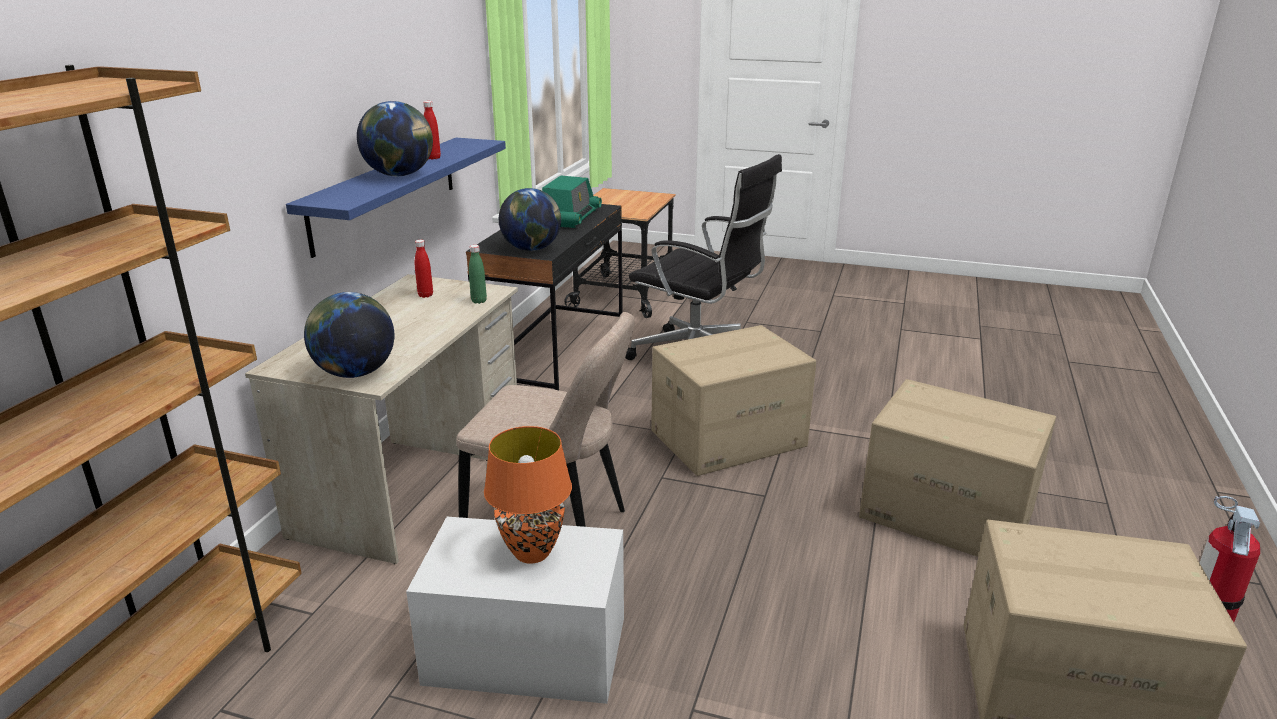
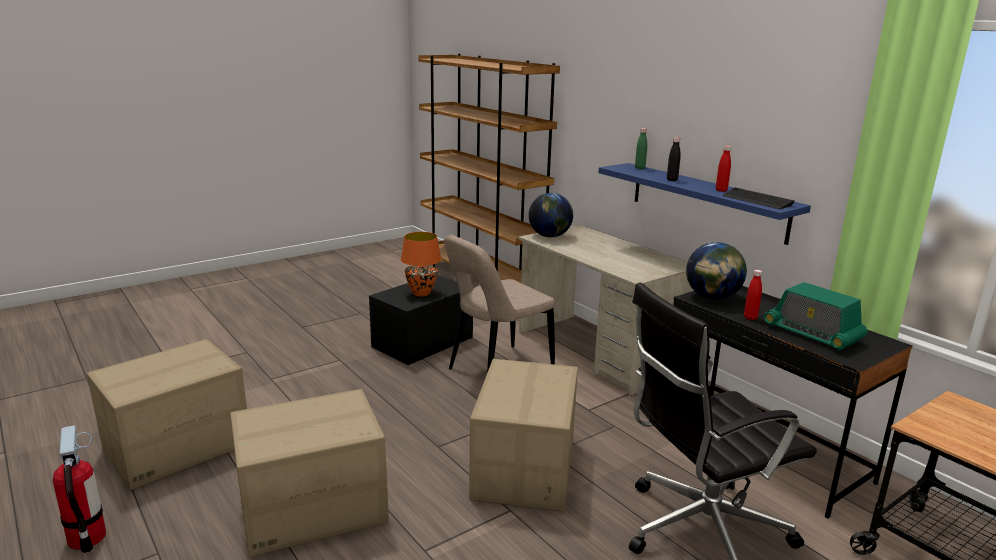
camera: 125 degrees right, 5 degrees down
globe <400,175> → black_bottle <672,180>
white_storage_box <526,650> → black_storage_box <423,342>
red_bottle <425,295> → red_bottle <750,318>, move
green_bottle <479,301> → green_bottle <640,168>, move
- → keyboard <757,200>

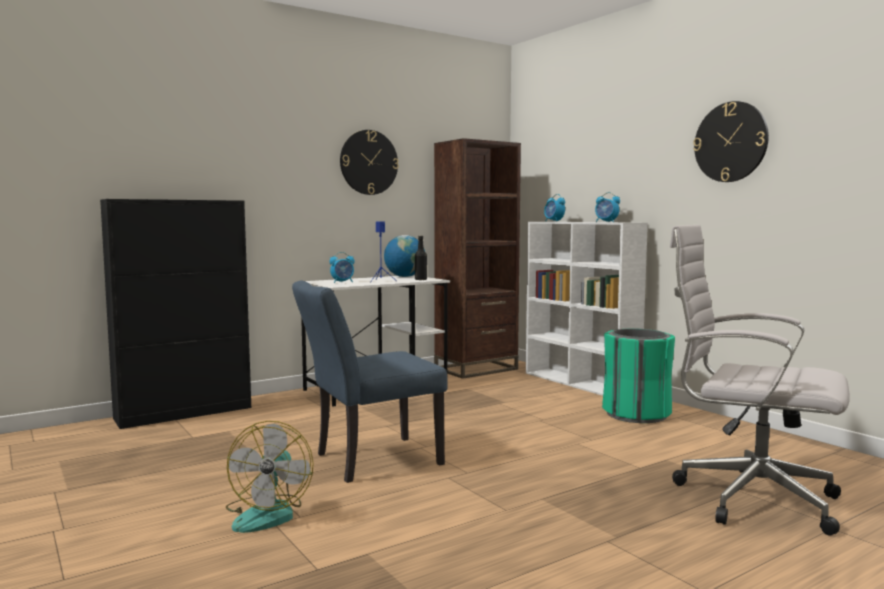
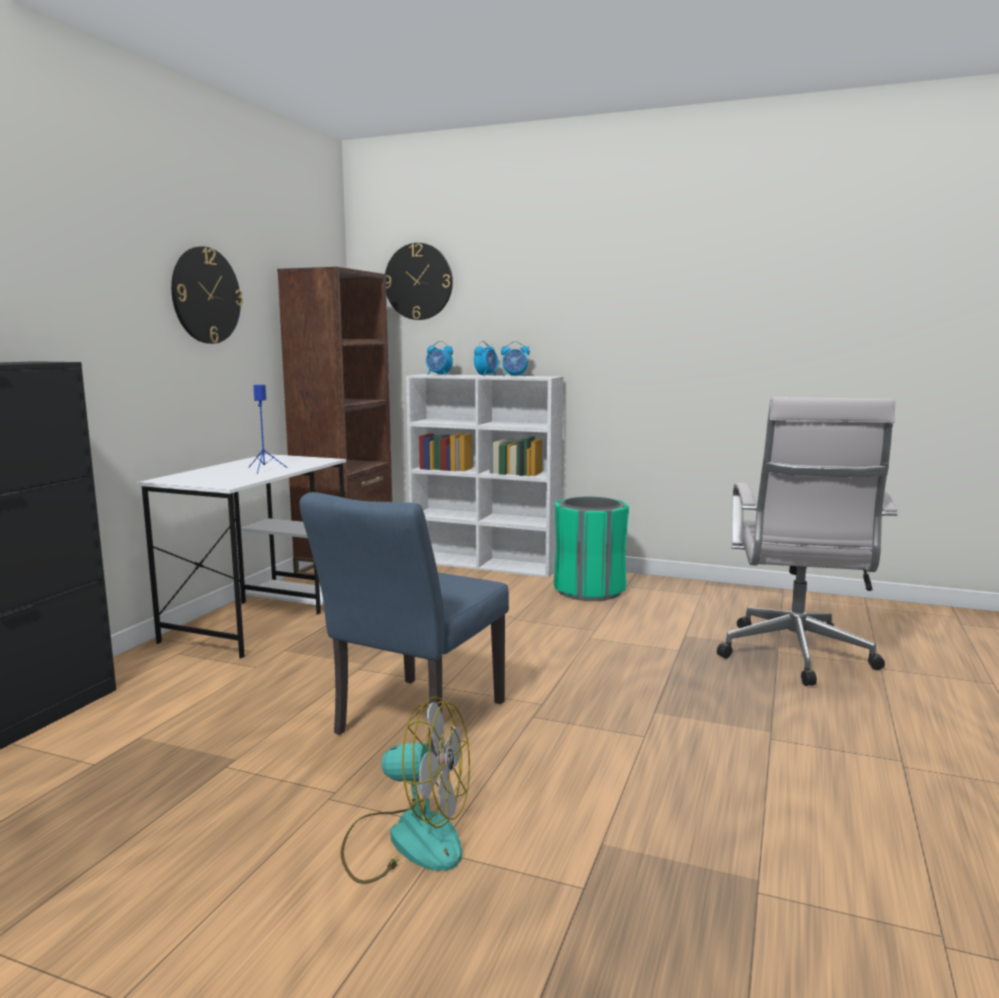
camera: 35 degrees left, 5 degrees up
fan <269,513> → fan <407,840>, 45 degrees counterclockwise
alarm_clock <342,282> → alarm_clock <486,375>, move
globe <405,276> → -
black_bottle <420,280> → -
white_office_chair <748,498> → white_office_chair <795,657>, 75 degrees counterclockwise
wall_clock <730,142> → wall_clock <418,281>, move

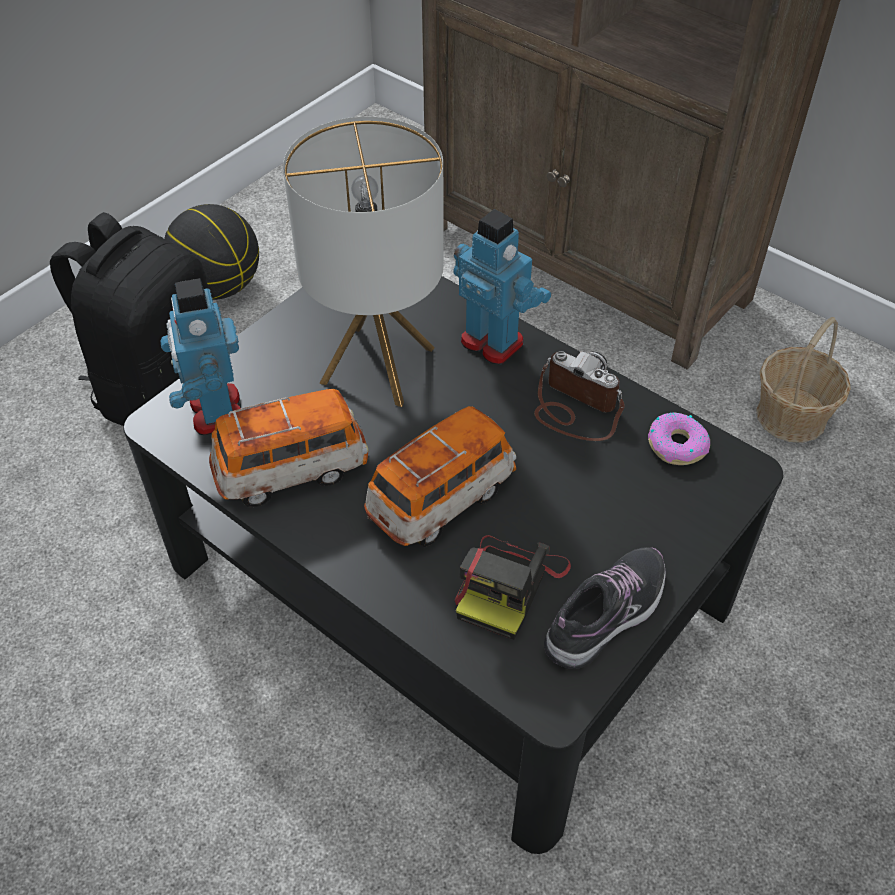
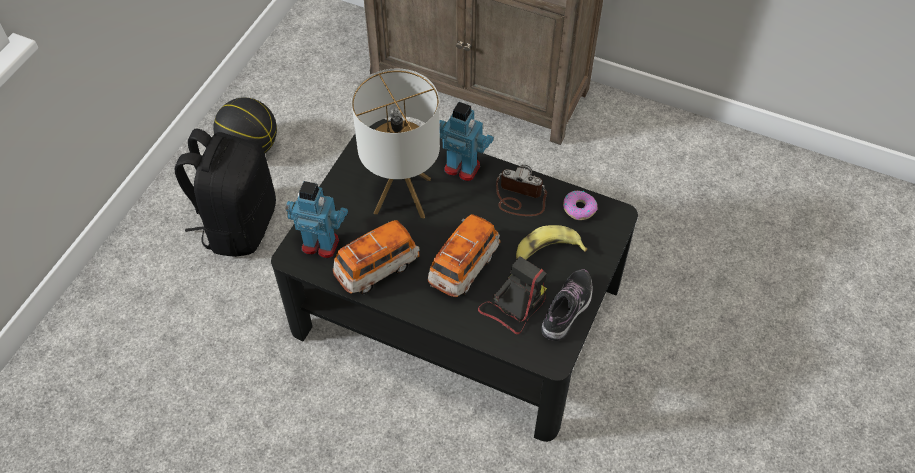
camera: 15 degrees left, 5 degrees up
toy_robot <215,412> → toy_robot <321,244>, 135 degrees clockwise
photo_camera <508,585> → photo_camera <513,305>, 150 degrees counterclockwise
basket <792,416> → -
- → banana <547,251>

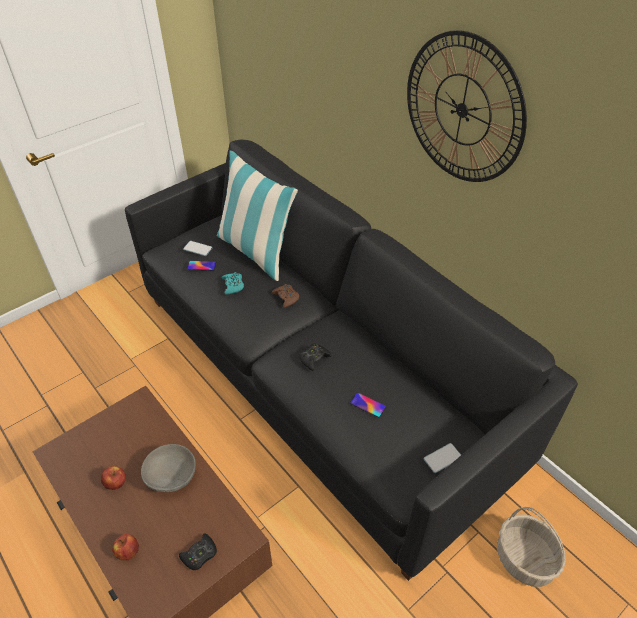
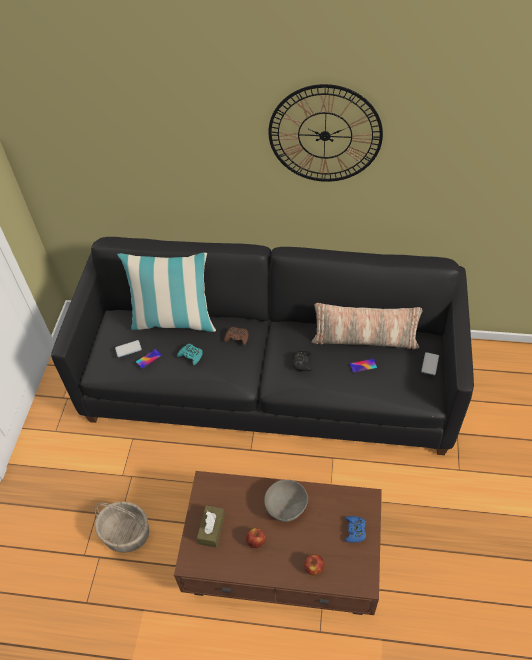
camera: 40 degrees left, 5 degrees up
black_game_controller <200,554> → blue_game_controller <355,530>
basket <525,559> → basket <127,533>, move
- → brown_tissue_box <211,529>
- → pillow <364,339>

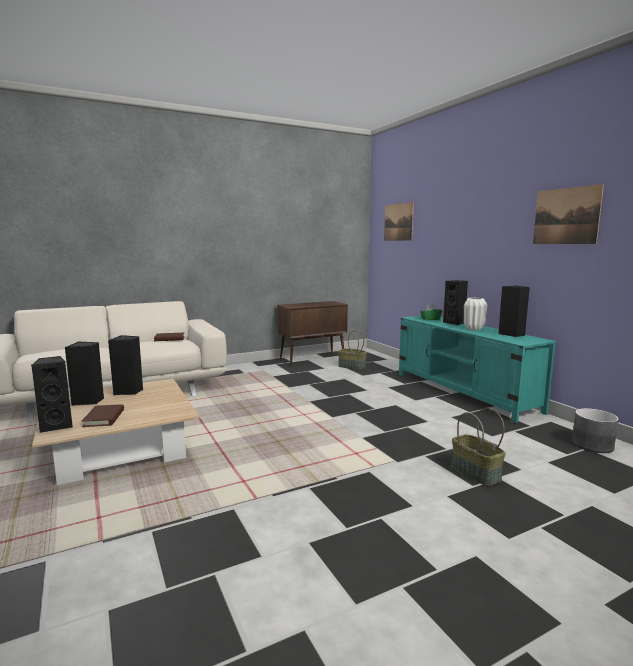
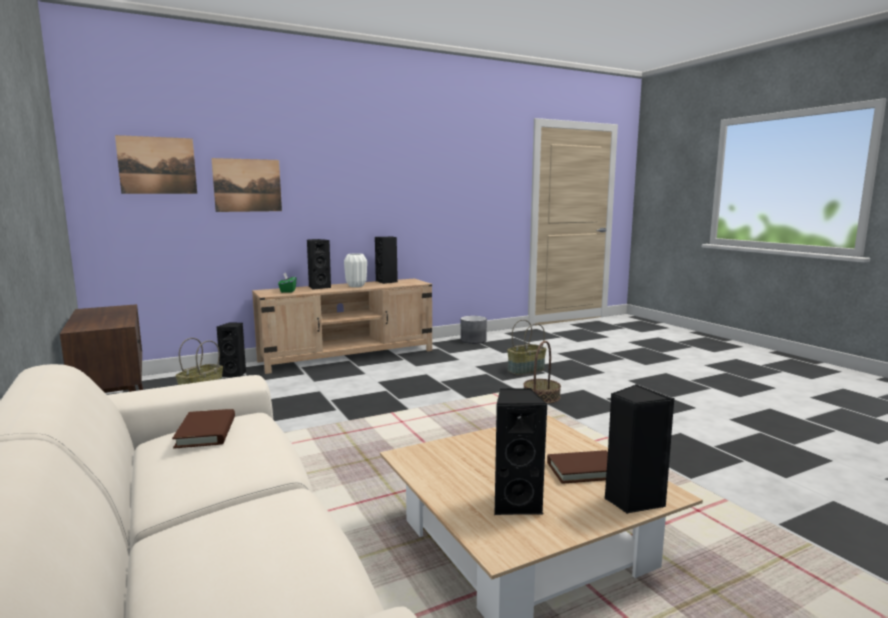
camera: 90 degrees left, 0 degrees up
black_speaker <129,391> → black_speaker <235,374>, move
turquoise_tv_stand <463,392> → beige_tv_stand <348,356>
picture <566,216> → picture <247,185>, move
- → basket <541,396>

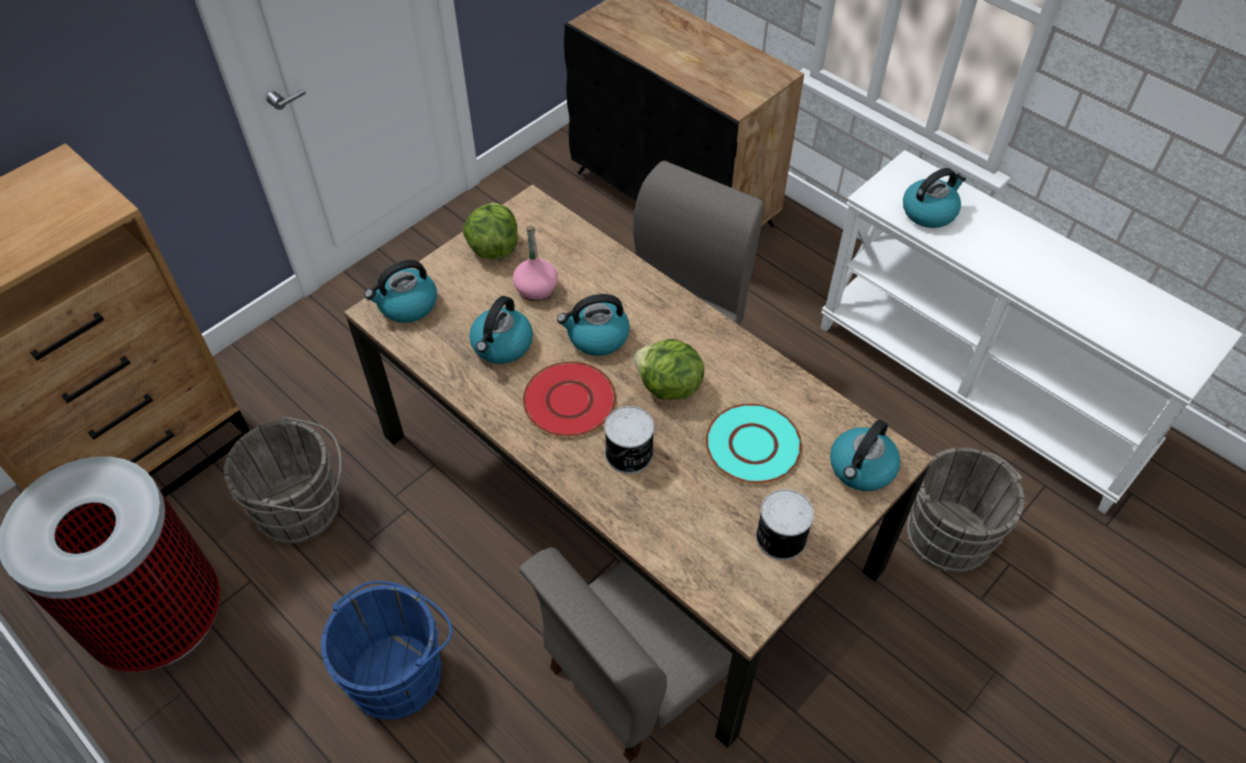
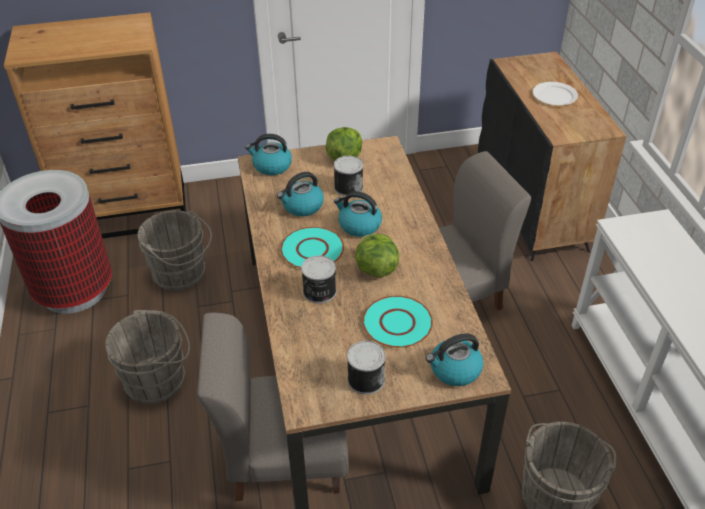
camera: 35 degrees right, 10 degrees down
blue_bucket <400,671> → grey_bucket <159,379>
pink_bottle <536,289> → can <348,187>
red_plate <569,401> → turquoise_plate <312,250>
kettle <929,212> → -
- → white_plate <554,96>

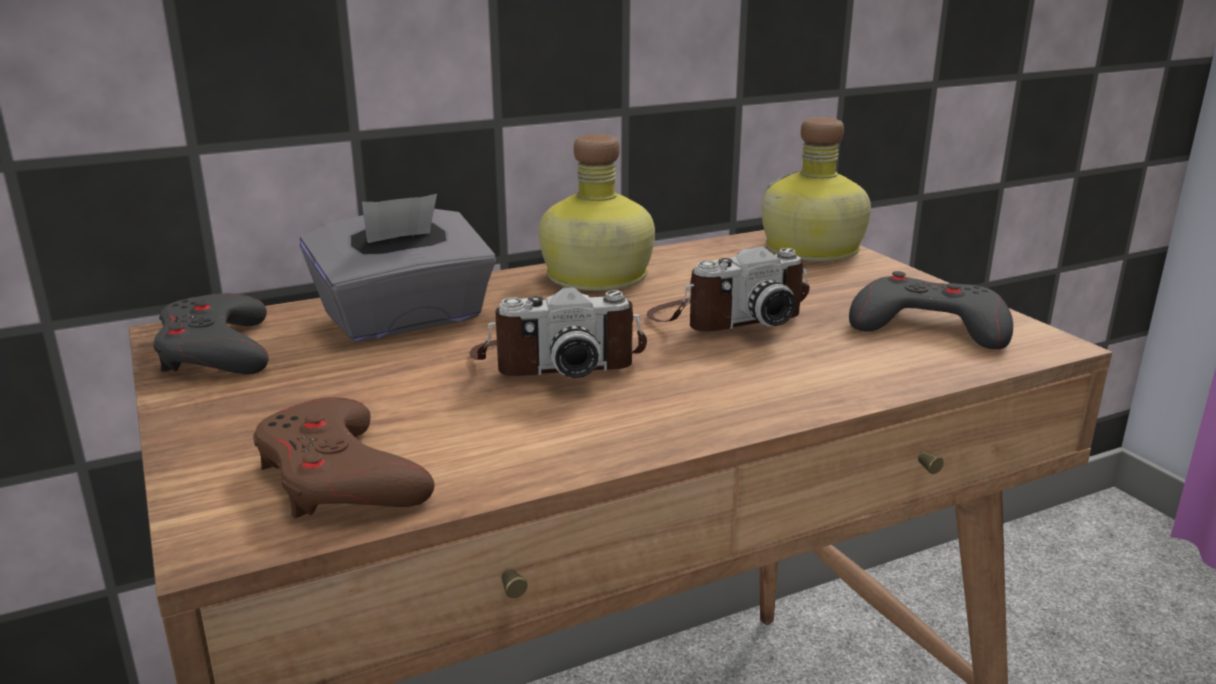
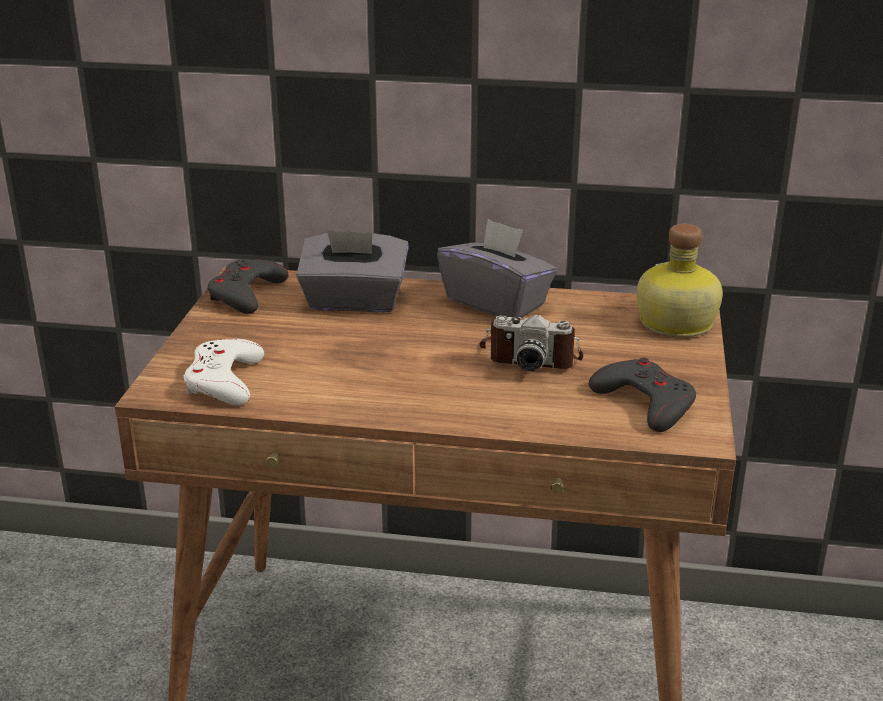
camera: 35 degrees right, 5 degrees up
brown_game_controller <339,476> → white_game_controller <224,381>
photo_camera <557,361> → -
bottle <594,277> → grey_tissue_box <496,303>

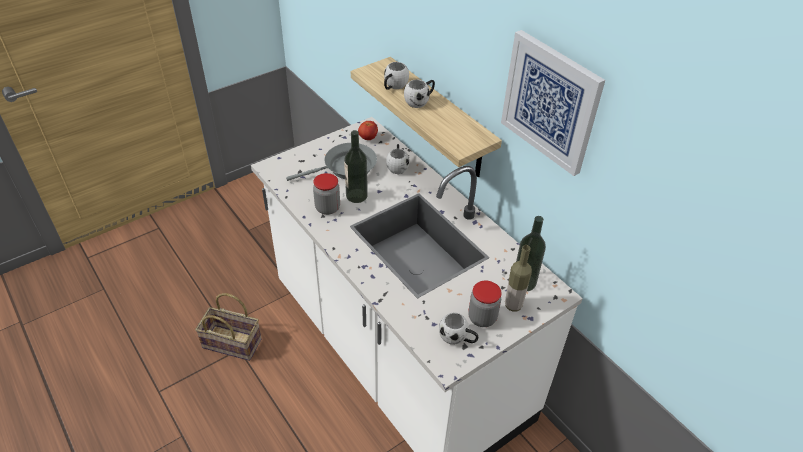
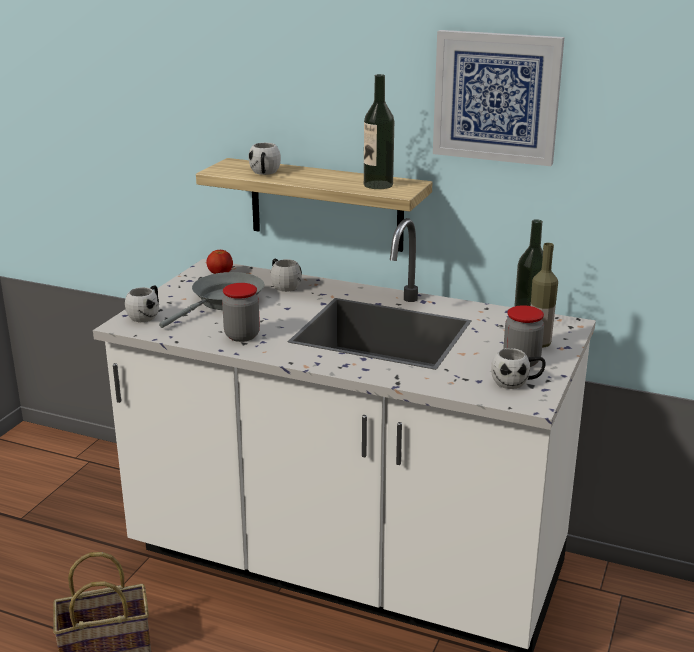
camera: 30 degrees left, 20 degrees down
bottle <356,196> → bottle <378,185>, move
white_mug <420,101> → white_mug <146,315>, move

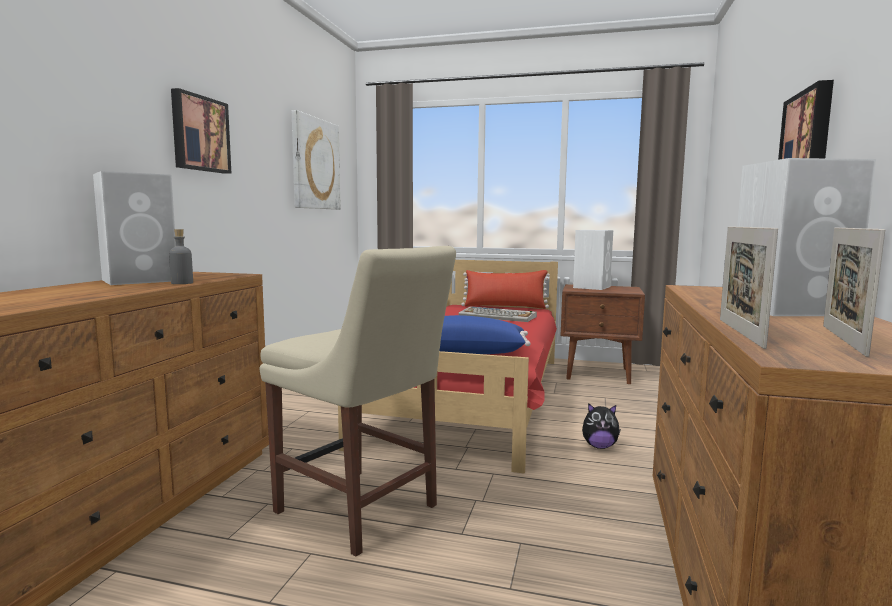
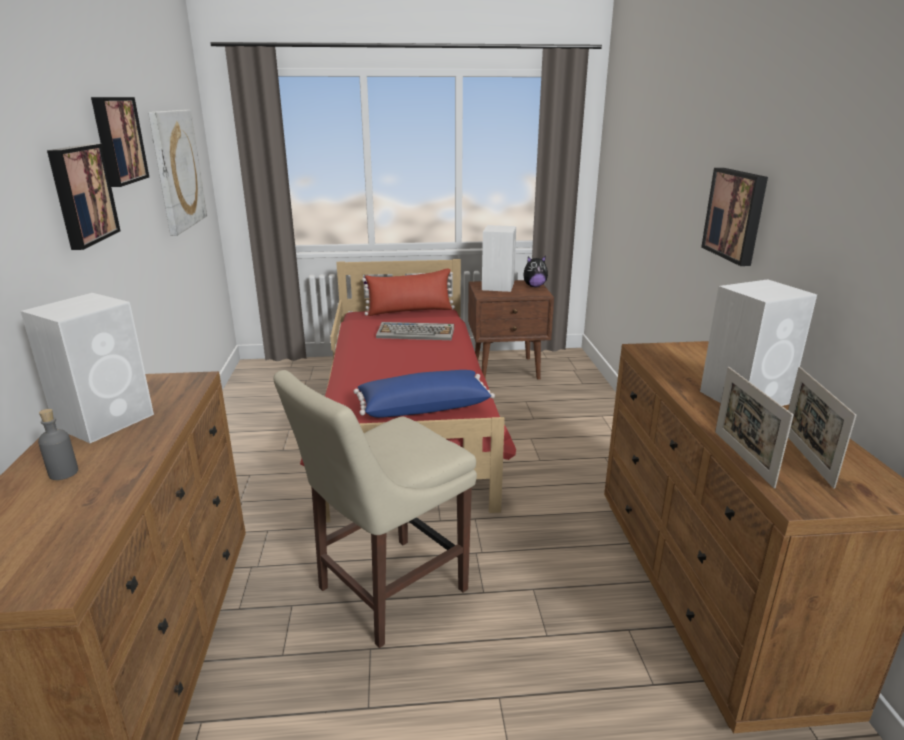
camera: 20 degrees left, 15 degrees up
grey_bottle <182,283> → grey_bottle <63,473>, move
beige_chair <361,511> → beige_chair <386,591>, 120 degrees clockwise
plush_toy <599,446> → plush_toy <534,286>, move
- → picture <117,140>

